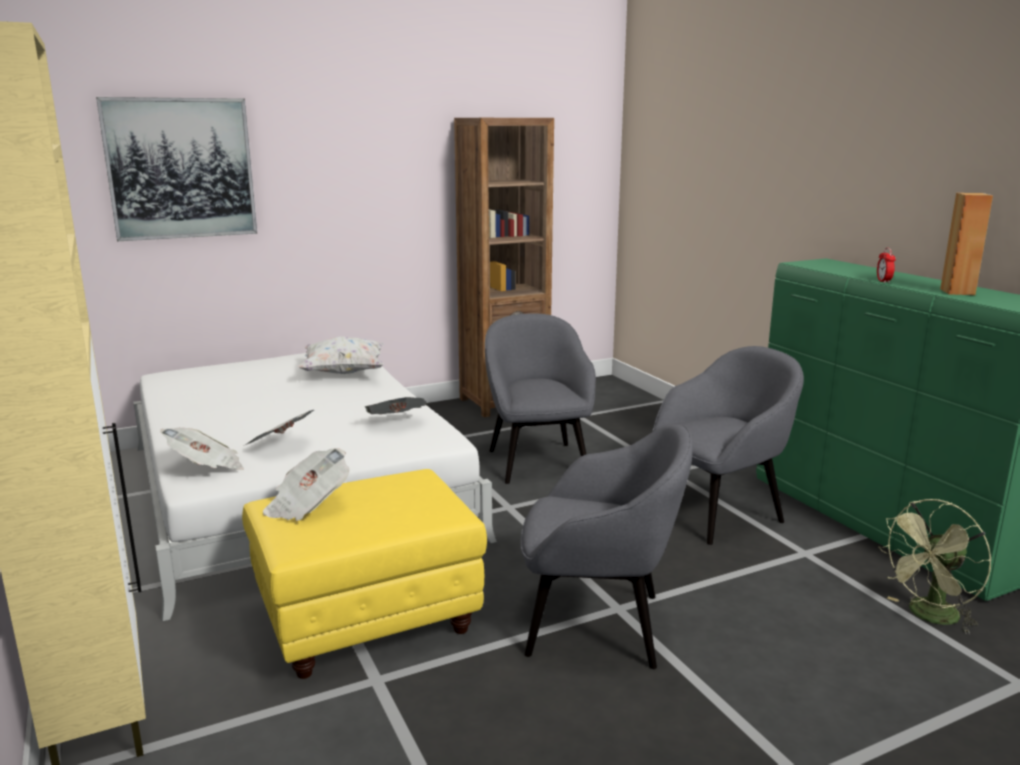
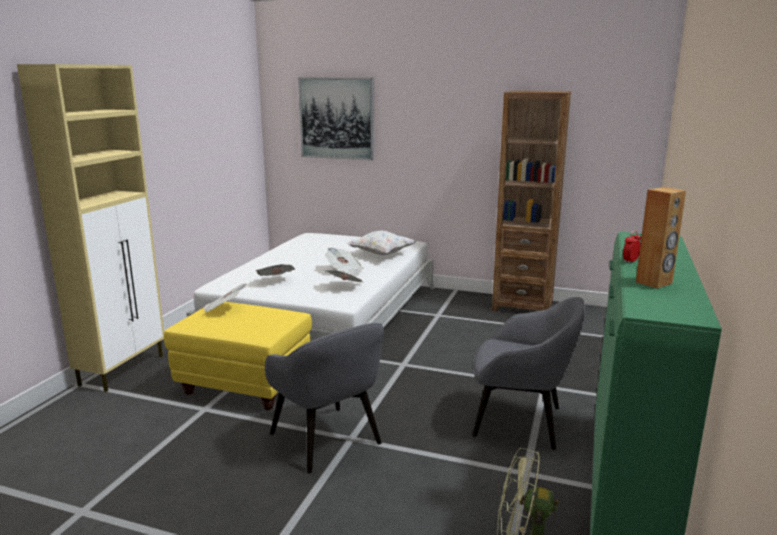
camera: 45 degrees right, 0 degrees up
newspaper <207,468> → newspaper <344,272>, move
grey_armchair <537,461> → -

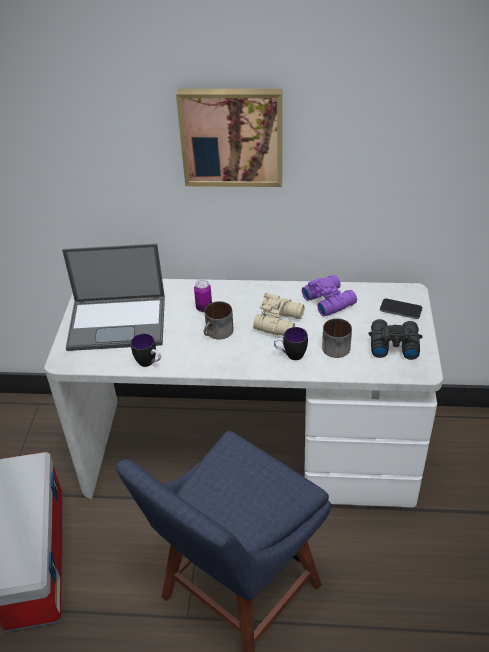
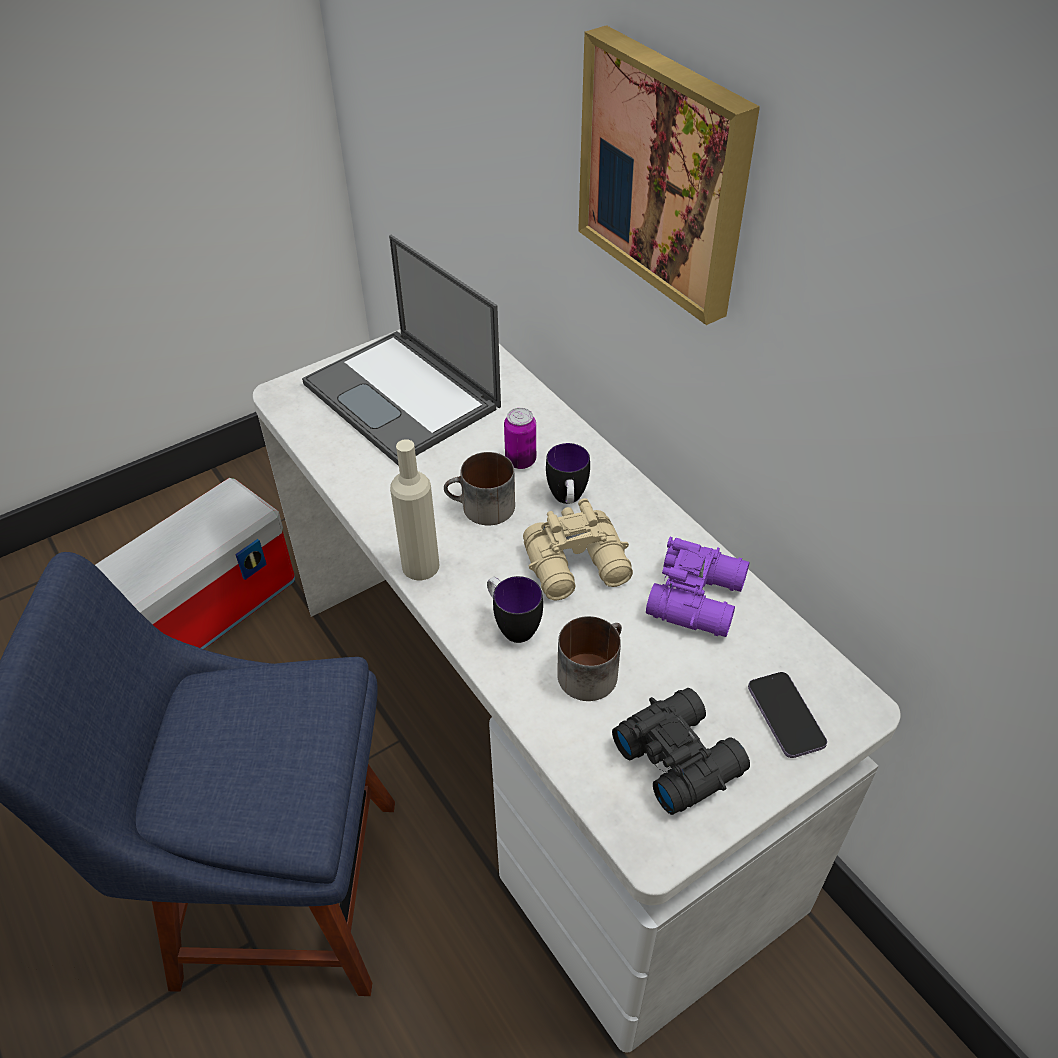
camera: 50 degrees right, 5 degrees up
mug <149,363> → mug <567,500>, move
- → beige_bottle <420,566>

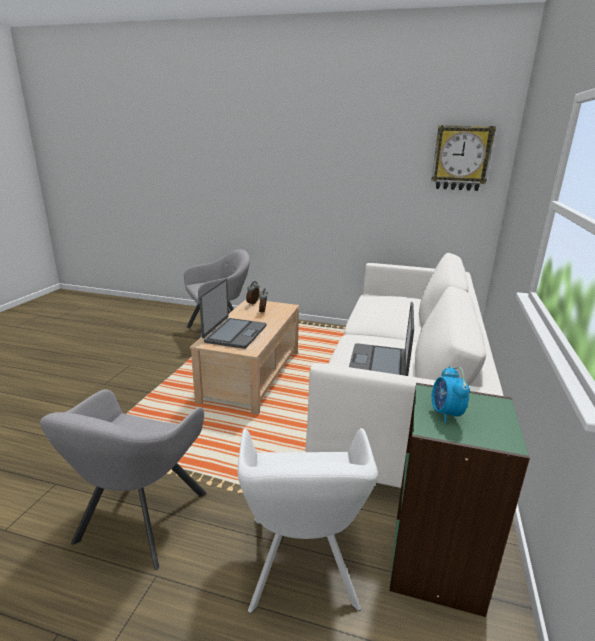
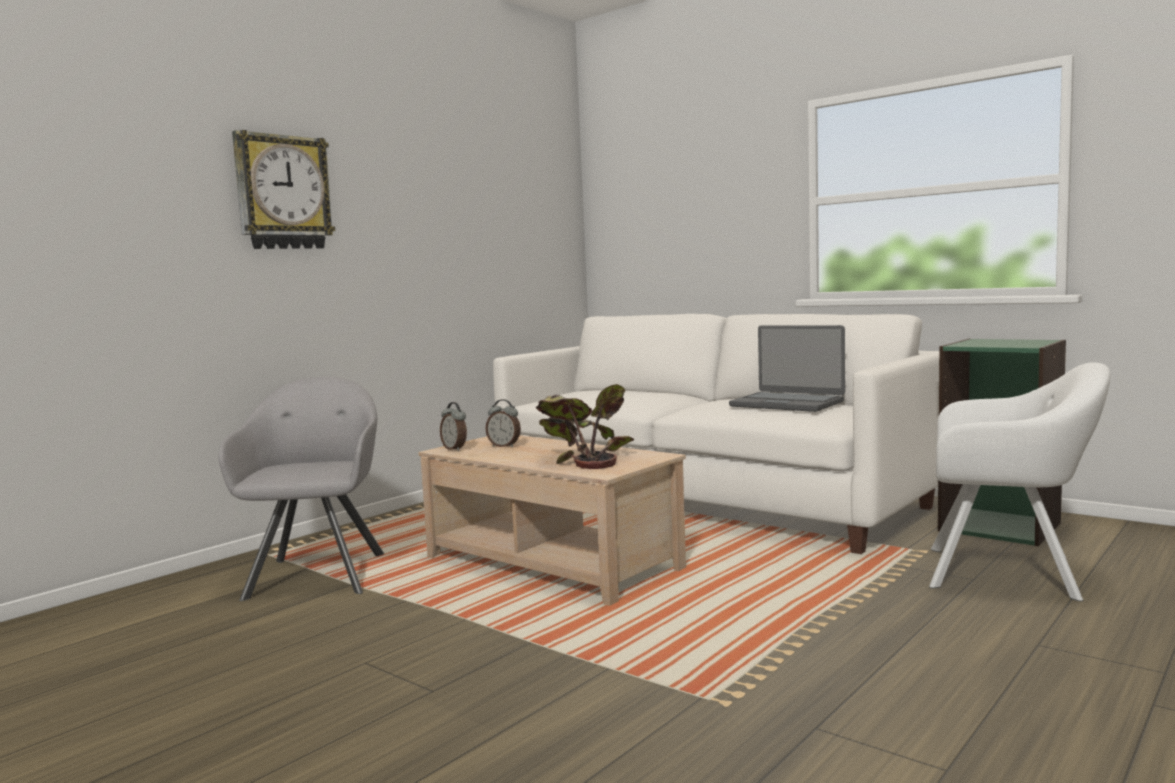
camera: 65 degrees left, 15 degrees down
grey_armchair <139,521> → -
laptop <235,334> → potted_plant <583,460>
wall_clock <461,158> → wall_clock <283,192>, move
alarm_clock <446,414> → -

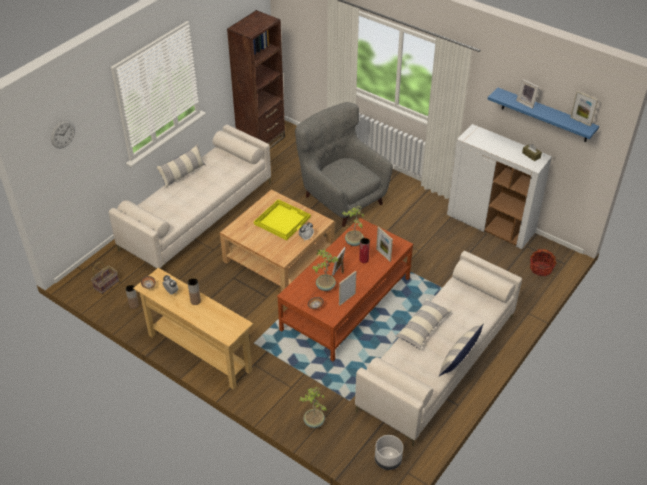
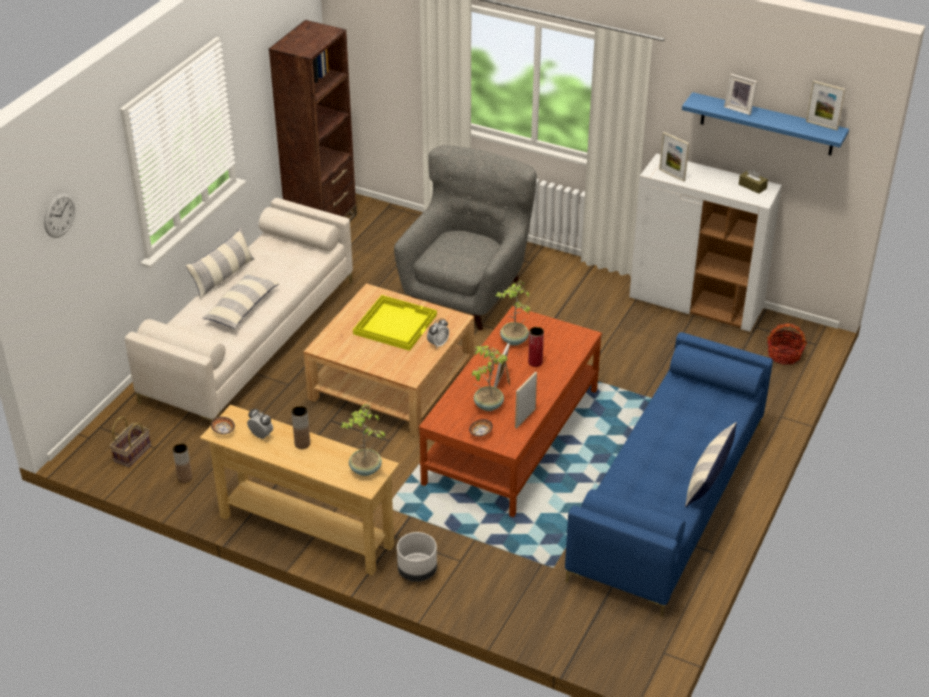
camera: 10 degrees left, 5 degrees down
grey_armchair <341,198> → grey_armchair <466,291>, 75 degrees clockwise
potted_plant <313,422> → potted_plant <365,470>, move
beige_sofa <437,363> → blue_sofa <669,500>
grey_planter <388,460> → grey_planter <417,571>, move
picture_frame <383,255> → picture_frame <672,175>, move
pillow <423,328> → pillow <242,308>, move

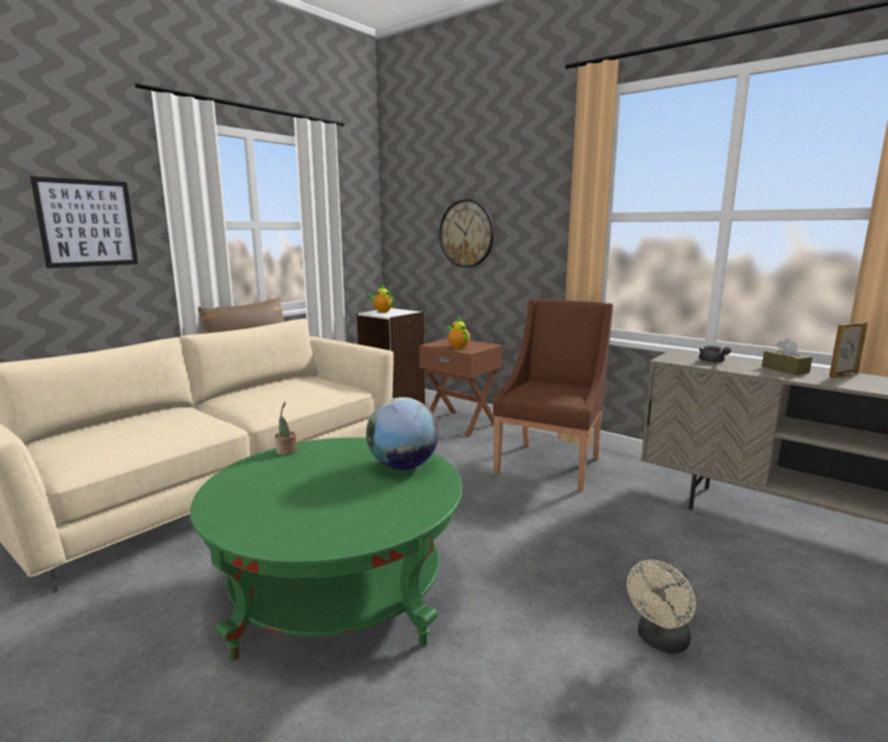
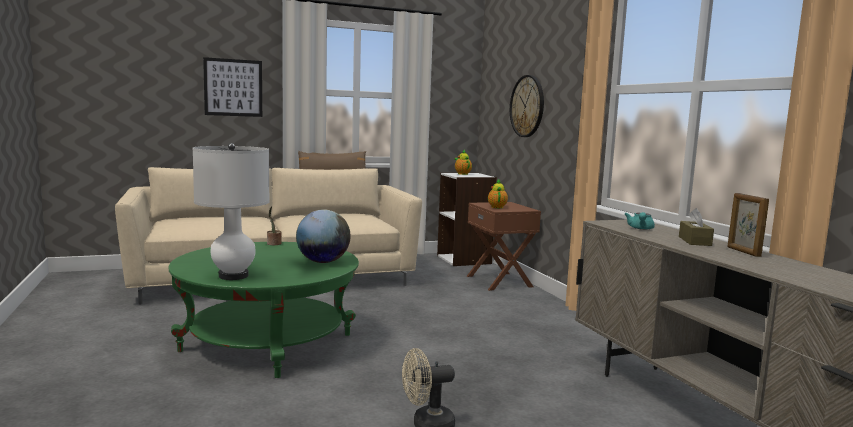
camera: 30 degrees right, 5 degrees down
brown_armchair <550,464> → -
grey_teapot <713,362> → turquoise_teapot <640,228>
picture_frame <843,375> → picture_frame <743,252>, 105 degrees counterclockwise
- → white_table_lamp <233,276>

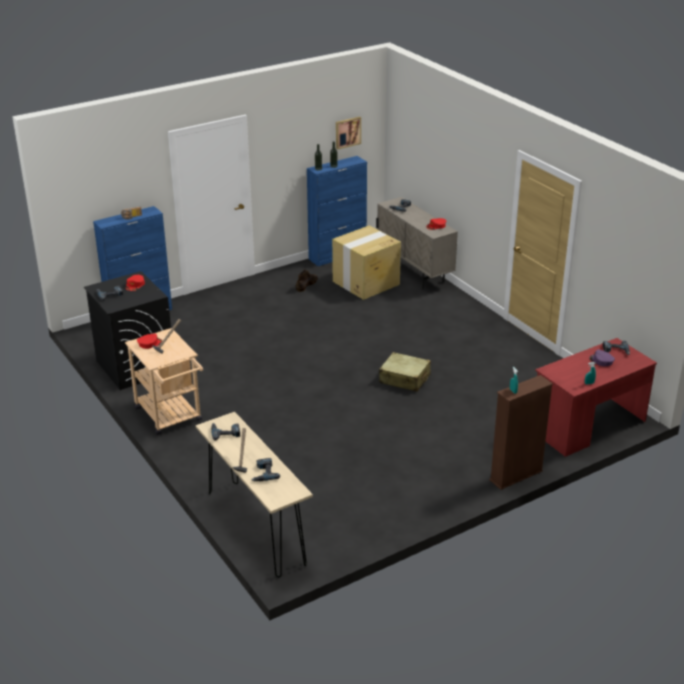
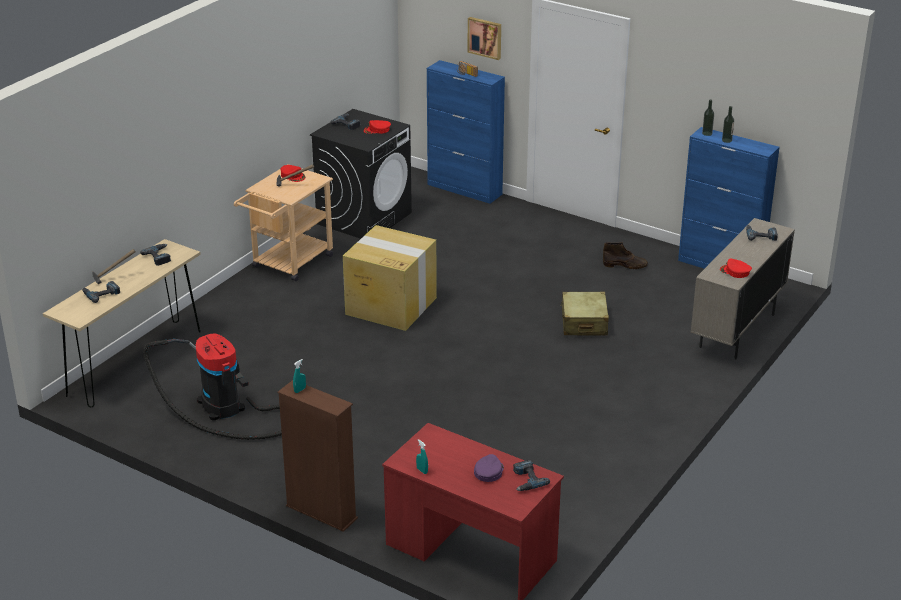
camera: 65 degrees right, 0 degrees up
cardboard_box <365,283> → cardboard_box <390,305>, move
picture <347,132> → picture <485,37>, move
beige_suitcase <405,379> → beige_suitcase <584,323>, move
- → vacuum_cleaner <225,408>

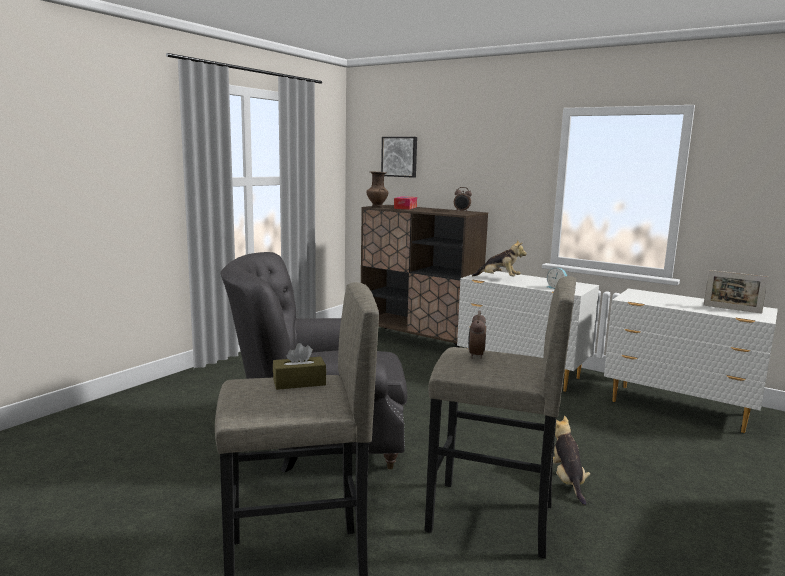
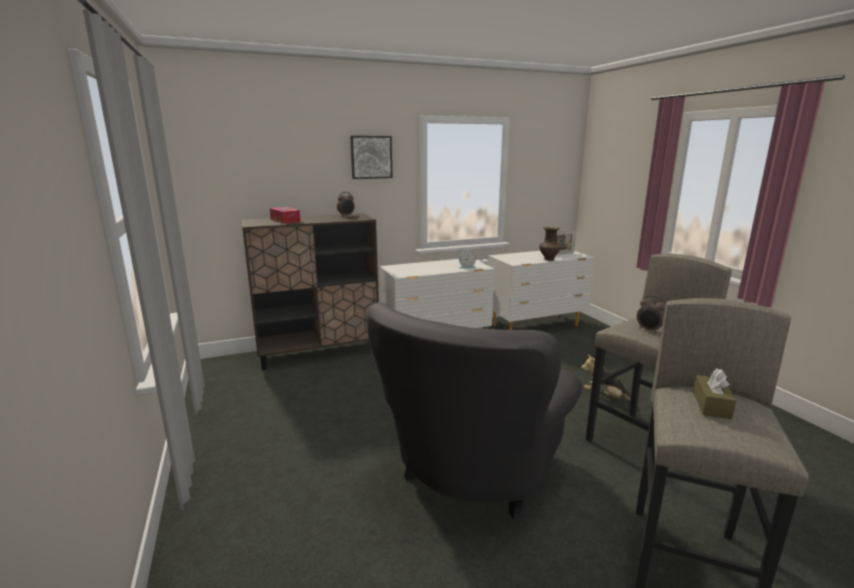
camera: 55 degrees left, 5 degrees up
brown_vase <377,206> → brown_vase <548,259>, move
picture <400,156> → picture <371,157>, move
plush_toy <499,279> → -

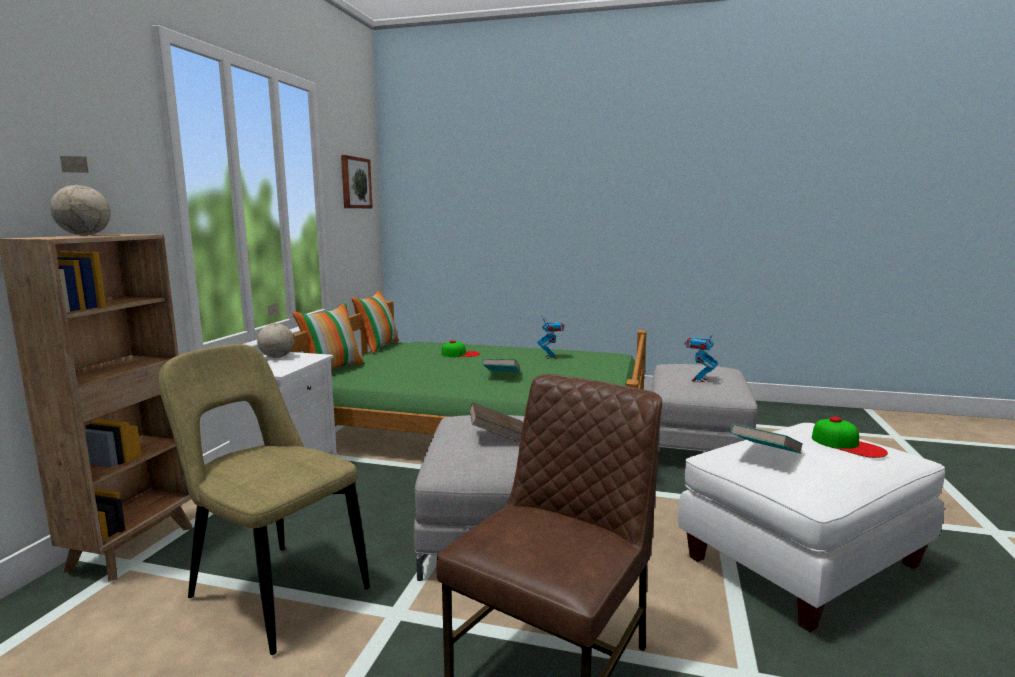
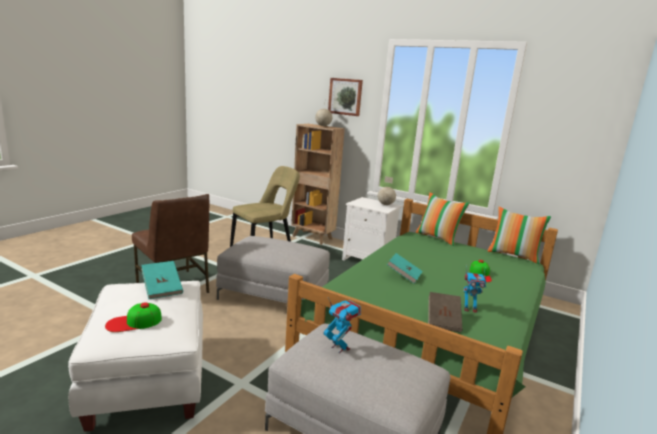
camera: 105 degrees right, 5 degrees up
picture <355,183> → picture <345,96>, move
brown_book <498,437> → brown_book <443,321>, move

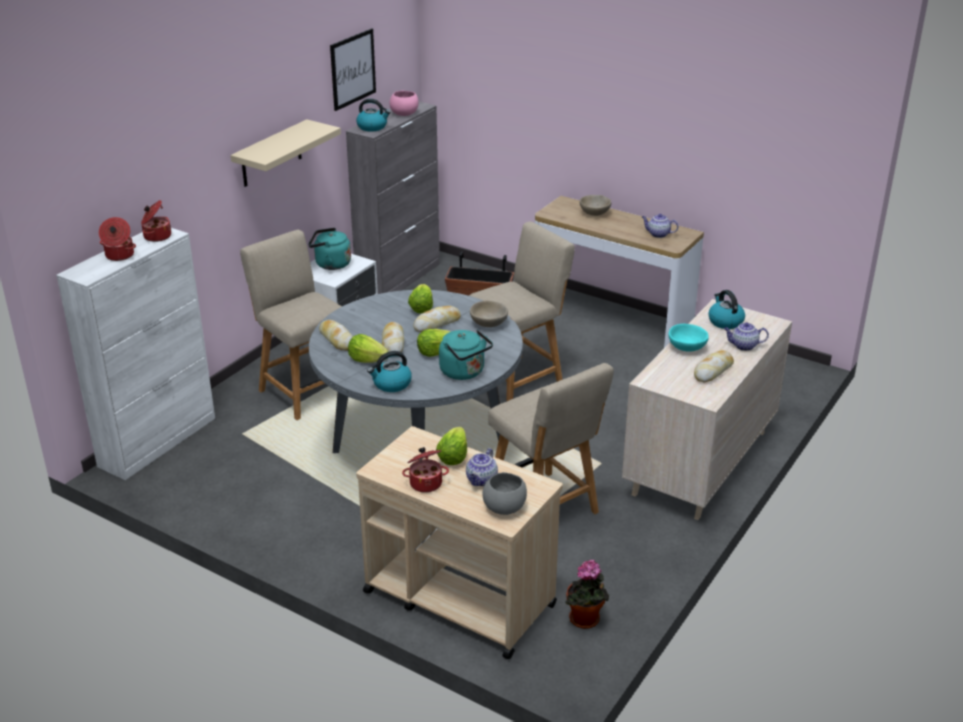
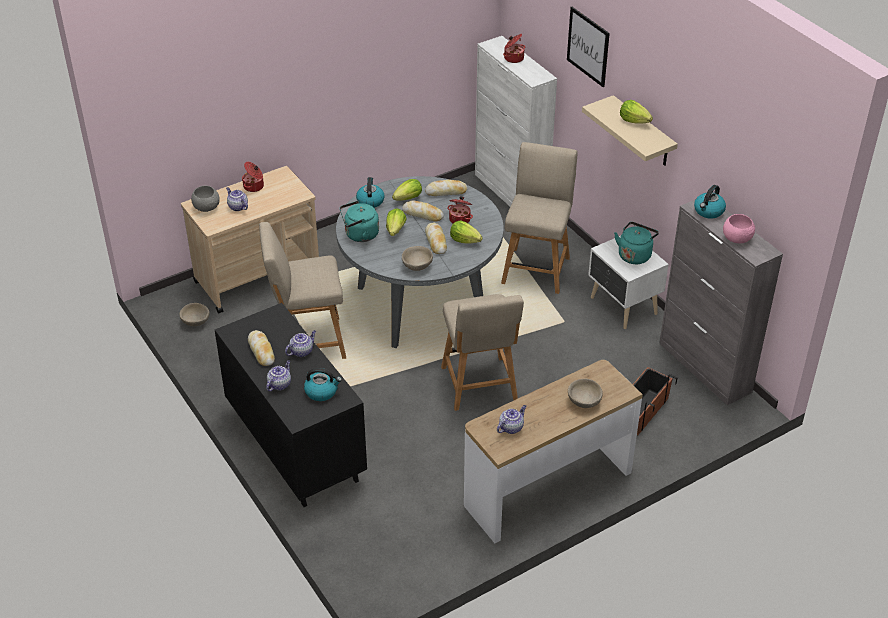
camera: 115 degrees right, 10 degrees up
cooking_pot <156,236> → cooking_pot <460,219>, move
beige_chair <304,390> → beige_chair <536,268>, 60 degrees counterclockwise
picture <353,69> → picture <588,46>, move
lettuce <453,457> → lettuce <634,121>, move
potted_plant <585,621> → beige_bowl <195,322>
beige_dresser <700,463> → black_dresser <295,446>
turquoise_bowl <686,348> → teapot <302,351>

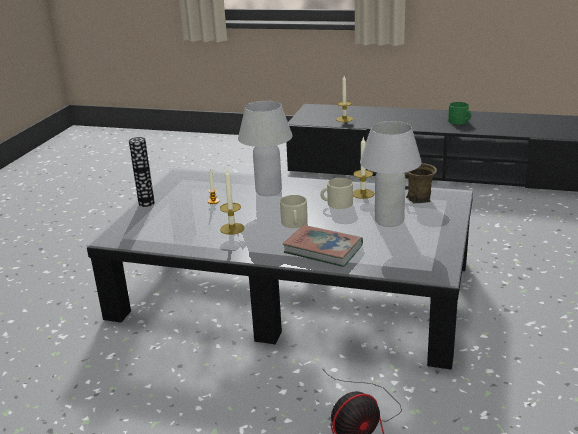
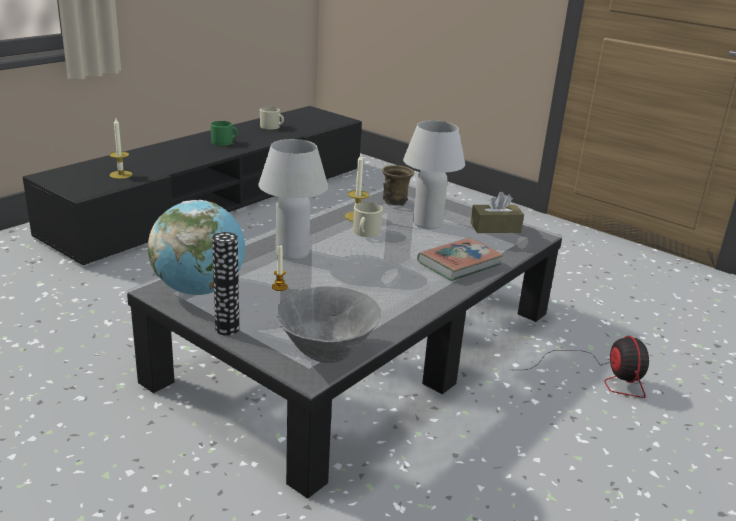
camera: 70 degrees left, 0 degrees up
candle <232,228> → -
beige_mug <294,223> → beige_mug <272,127>, move
- → globe <199,289>
- → grey_bowl <326,354>
- → brown_tissue_box <495,228>

